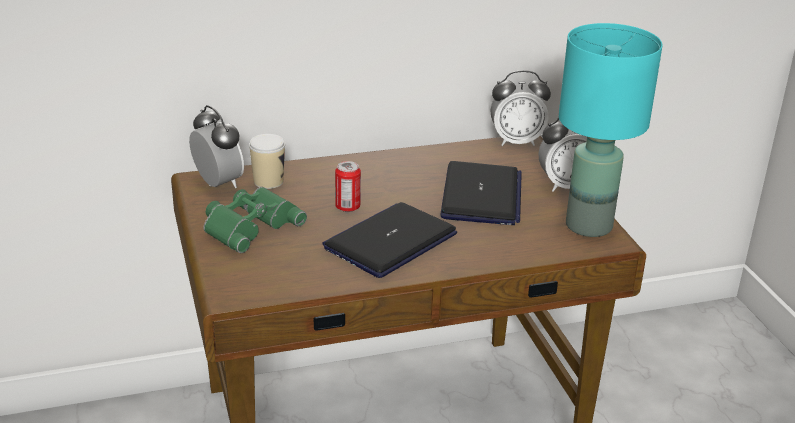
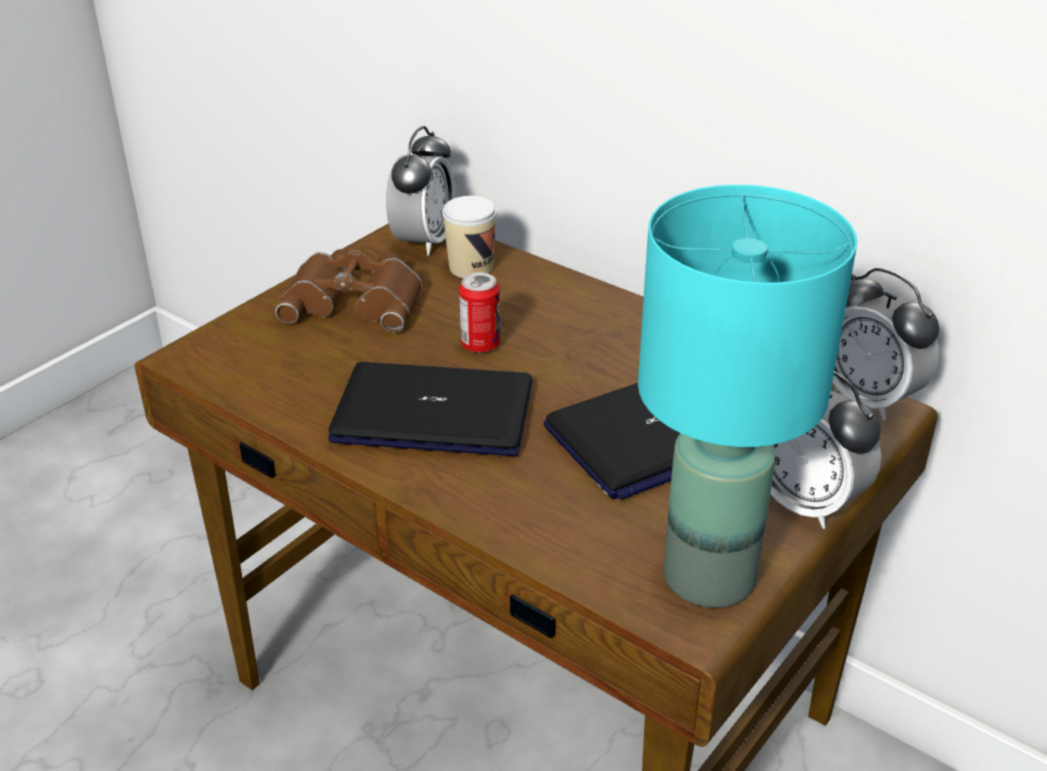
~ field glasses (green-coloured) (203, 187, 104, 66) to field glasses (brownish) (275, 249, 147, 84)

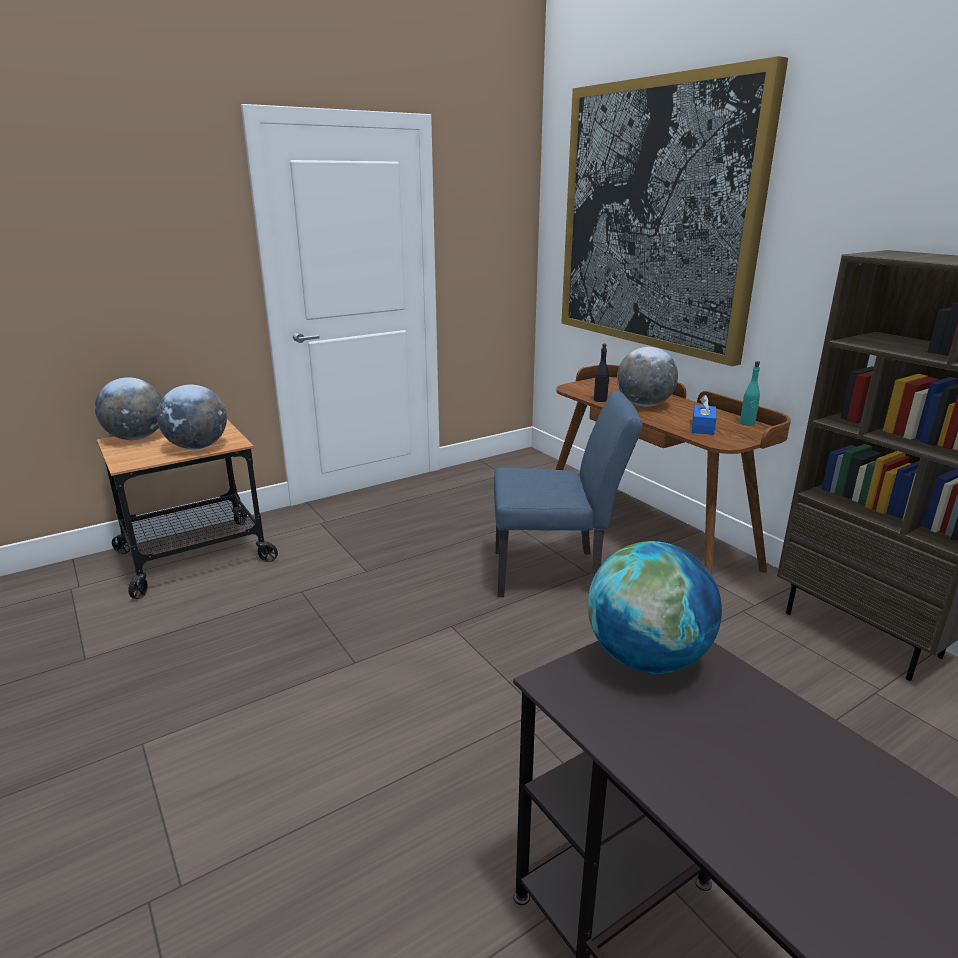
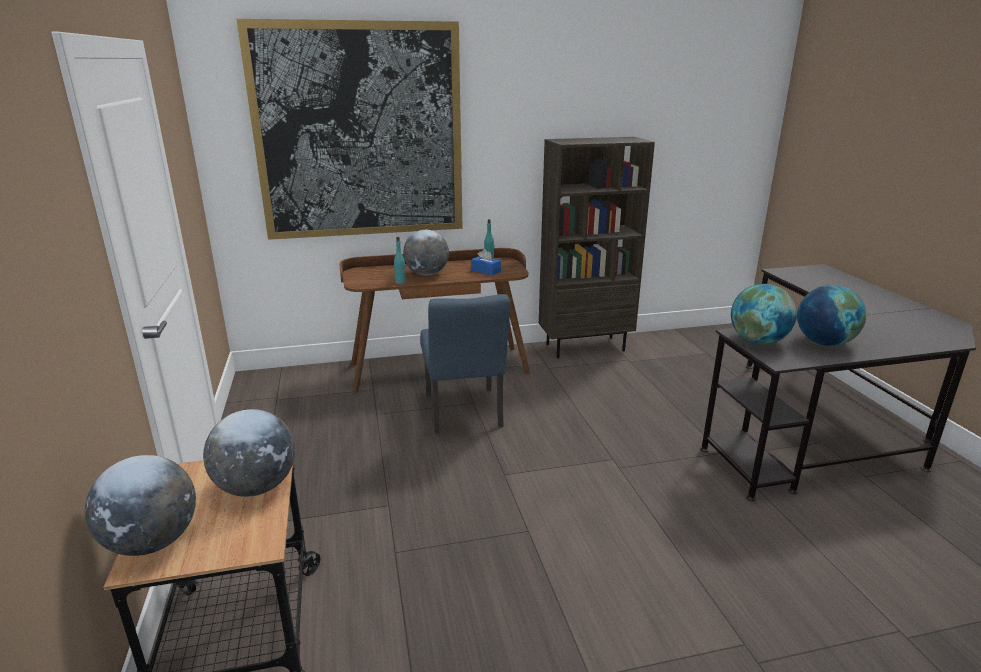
+ world globe (797, 285, 69, 61)
~ bottle (blackish) (594, 343, 15, 59) to bottle (turquoise) (394, 237, 12, 47)
~ chair (bluish) (494, 390, 149, 207) = (420, 294, 90, 140) 150 degrees clockwise

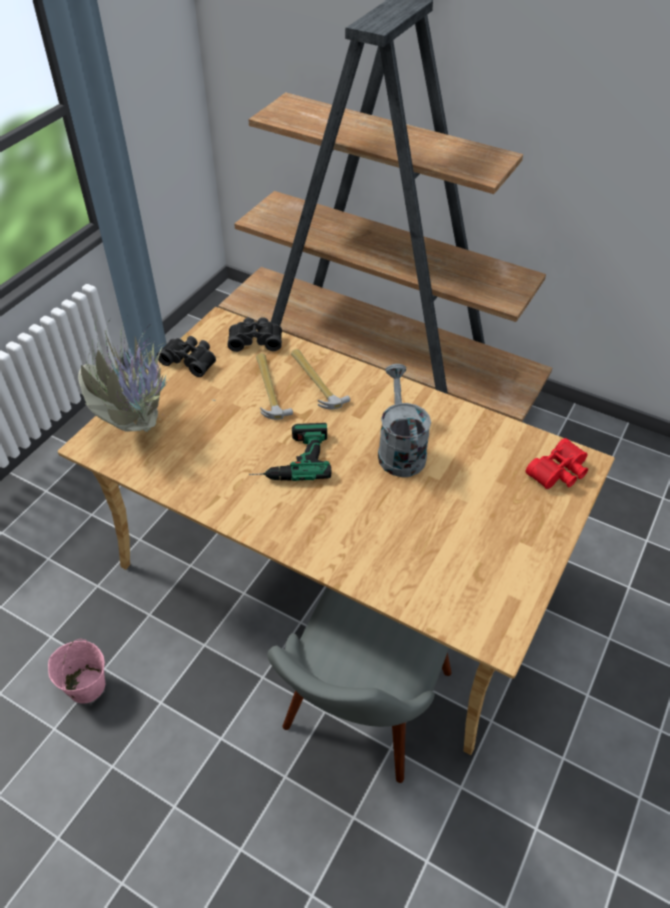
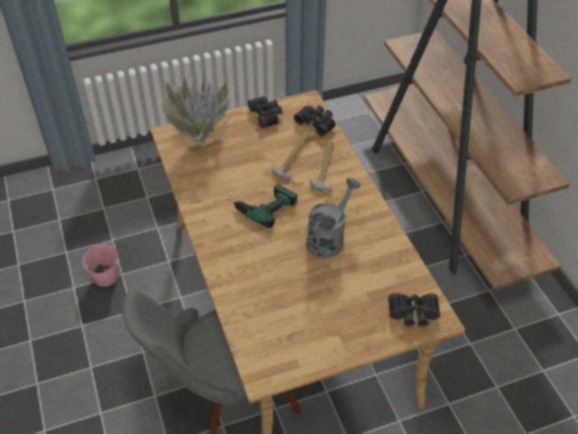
~ field glasses (red) (525, 438, 63, 51) to field glasses (blackish) (388, 293, 53, 34)

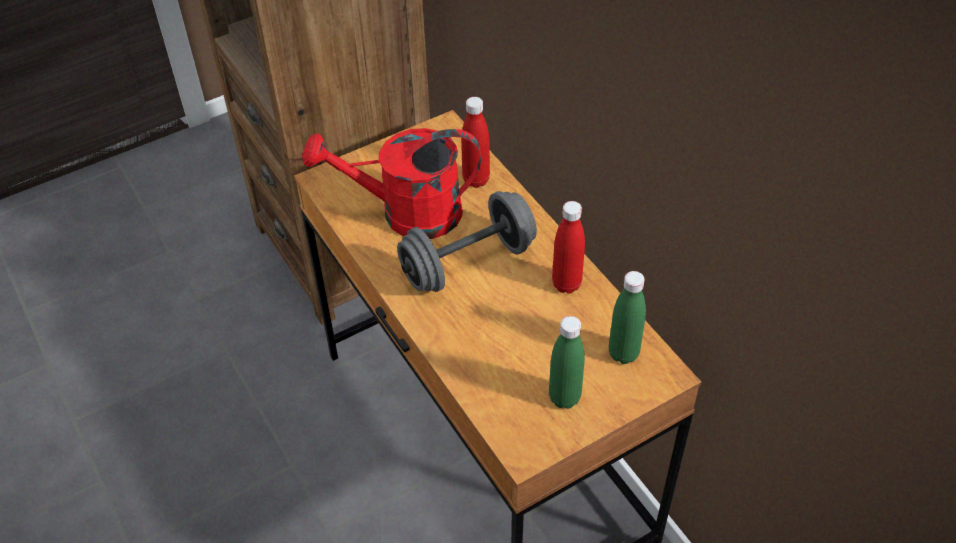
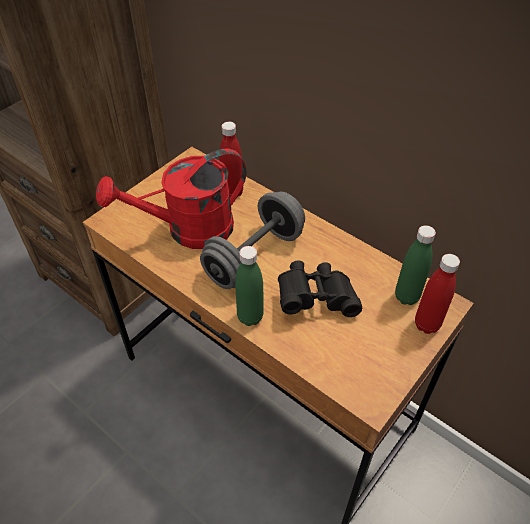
+ field glasses (blackish) (278, 260, 84, 57)
~ bottle (green-coloured) (549, 316, 36, 93) to (235, 246, 29, 80)
~ bottle (red) (552, 201, 33, 93) to (415, 254, 45, 80)

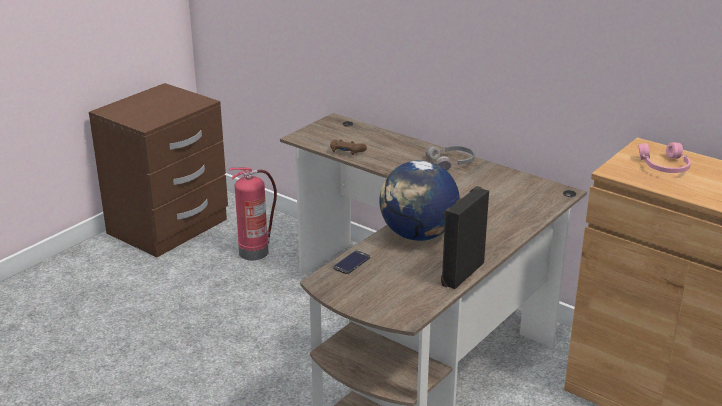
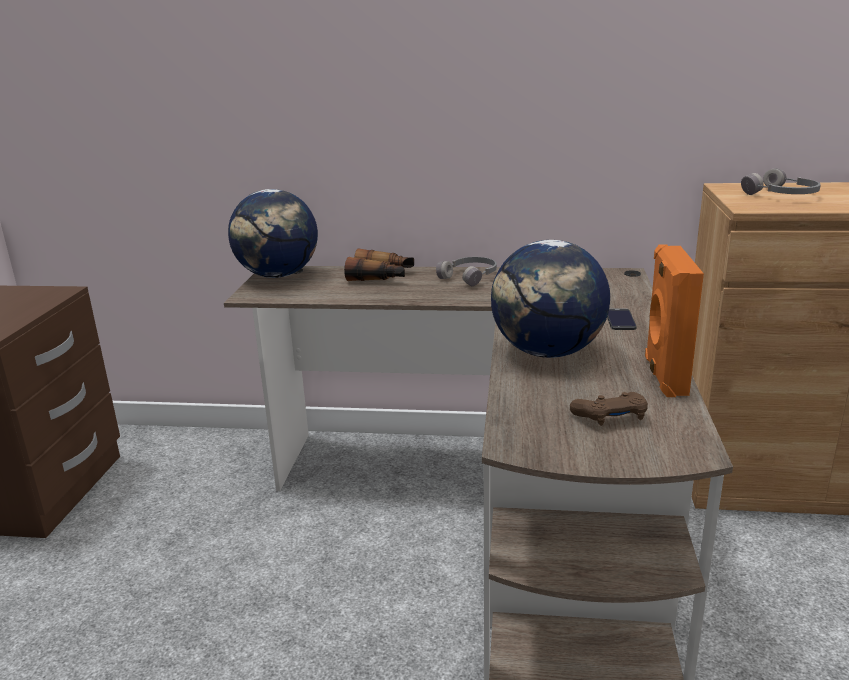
- extinguisher (229, 168, 48, 92)
+ world globe (228, 189, 90, 89)
+ field glasses (344, 248, 70, 33)
~ gamepad (brownish) (330, 139, 37, 16) to (570, 392, 78, 34)
~ handset (333, 250, 38, 24) to (607, 308, 30, 22)
~ loudspeaker (blackish) (441, 186, 48, 103) to loudspeaker (orange) (645, 244, 59, 153)
~ headphones (pinkish) (638, 142, 53, 31) to headphones (greyish) (741, 169, 80, 26)

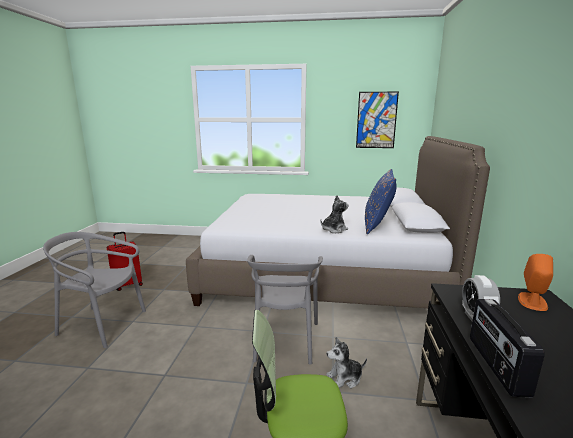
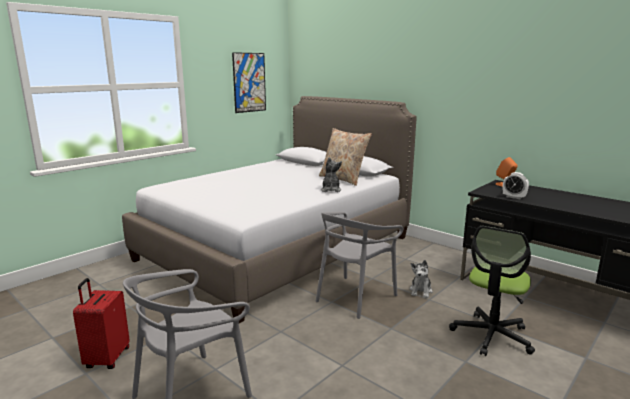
- radio receiver (470, 299, 75, 99)
~ throw pillow (bluish) (365, 169, 31, 65) to throw pillow (beige-coloured) (319, 128, 53, 58)
~ chair (greyish) (247, 255, 76, 110) = (316, 211, 87, 108) 90 degrees clockwise

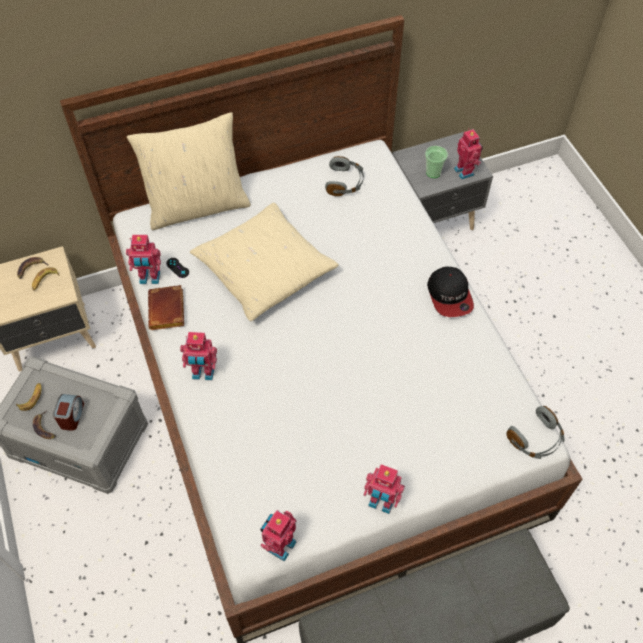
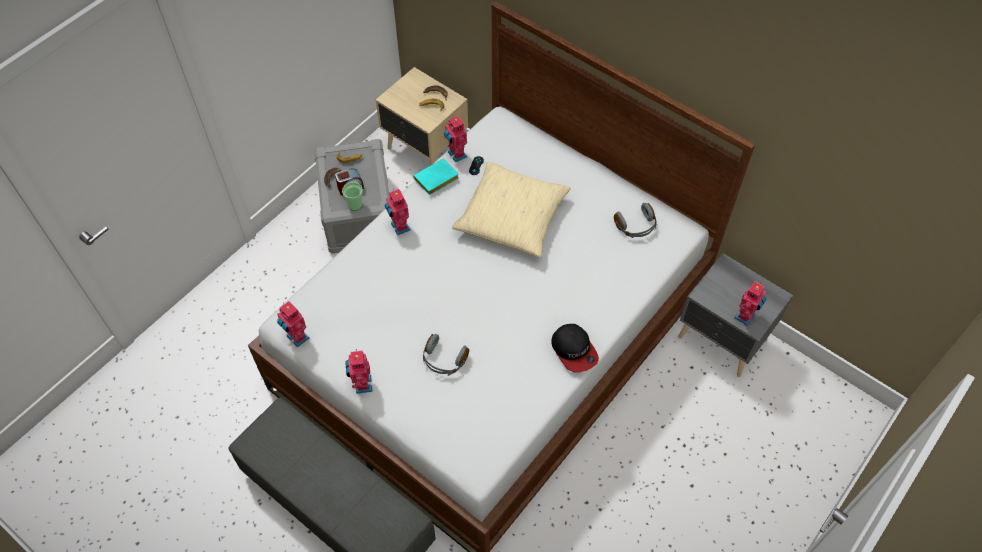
- throw pillow (beige-coloured) (127, 112, 124, 118)
~ drinking cup (425, 146, 23, 32) to (342, 182, 21, 29)
~ headphones (greyish) (506, 406, 59, 53) to (423, 334, 46, 42)
~ volume (brownish) (148, 285, 36, 45) to volume (turquoise) (413, 159, 46, 36)
~ toy robot (260, 510, 37, 52) = (277, 301, 33, 47) 135 degrees counterclockwise
~ peaked cap (427, 267, 47, 50) = (551, 324, 48, 49) 75 degrees counterclockwise

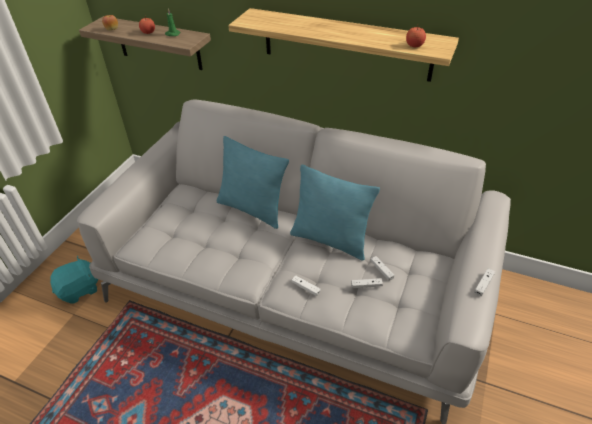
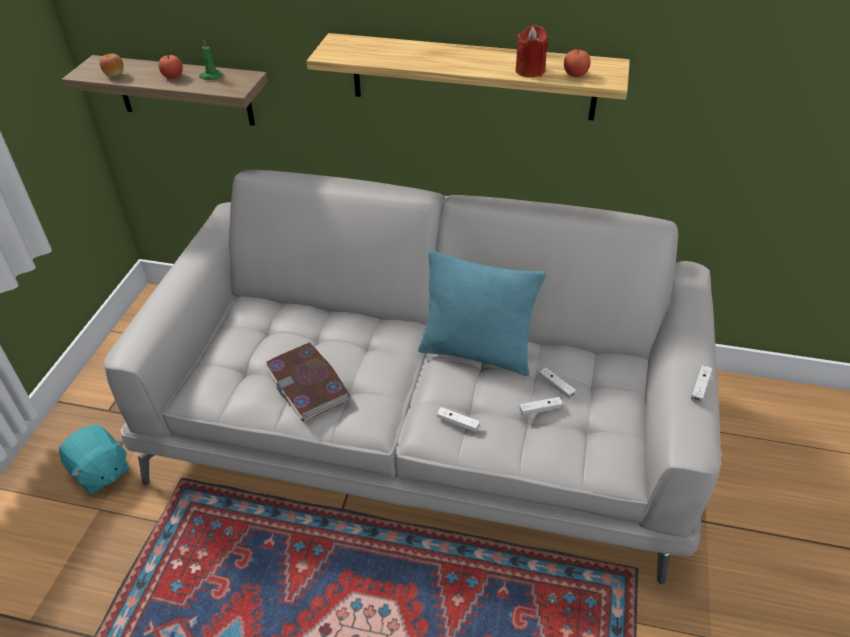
- throw pillow (turquoise) (217, 136, 72, 93)
+ volume (264, 342, 86, 80)
+ candle (red) (515, 25, 34, 52)
~ plush toy (turquoise) (50, 256, 48, 47) = (59, 424, 71, 71) 90 degrees clockwise

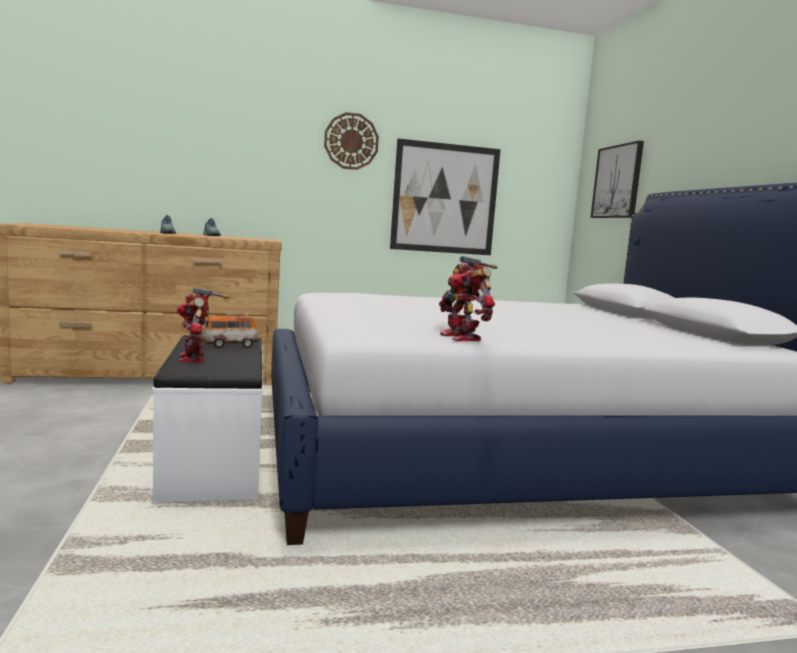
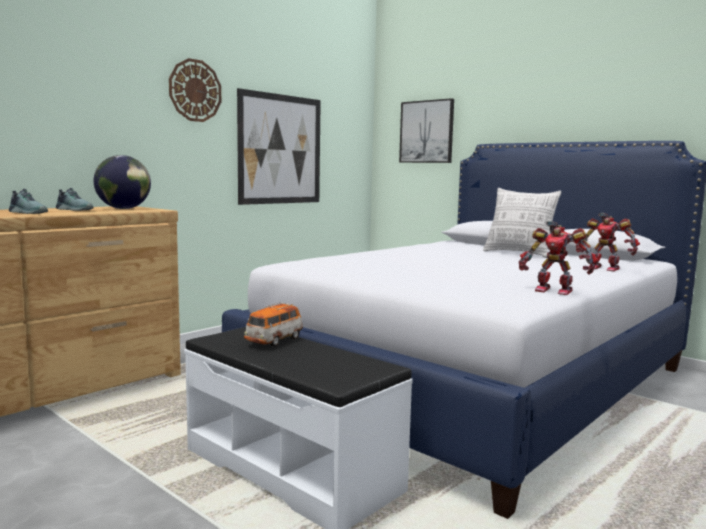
+ world globe (94, 155, 57, 54)
+ throw pillow (483, 188, 78, 70)
~ toy robot (177, 287, 53, 75) to (576, 213, 64, 58)

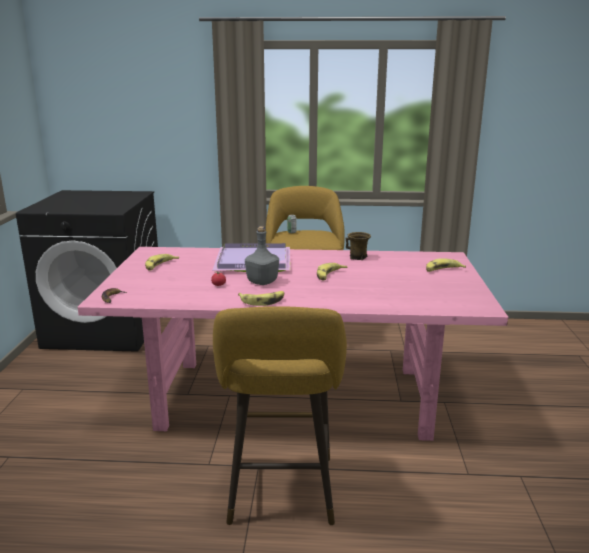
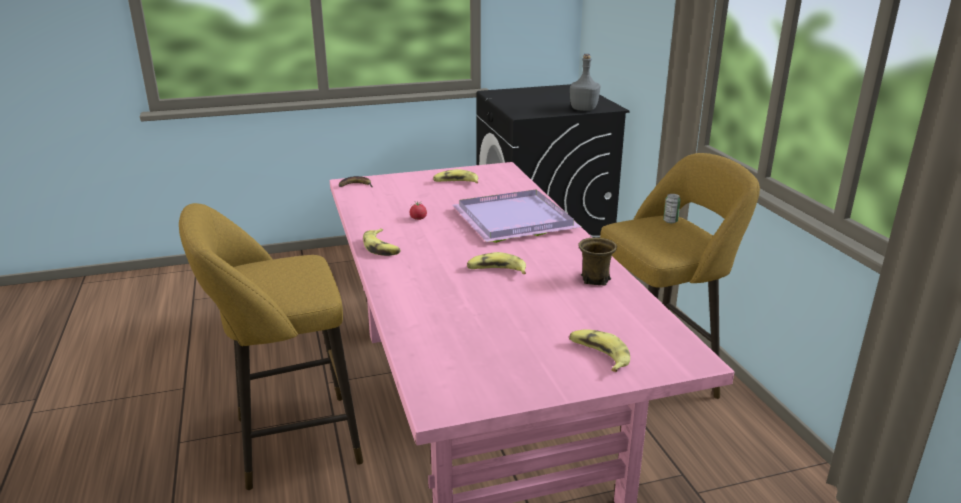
~ bottle (greyish) (245, 226, 34, 59) to (570, 54, 30, 57)

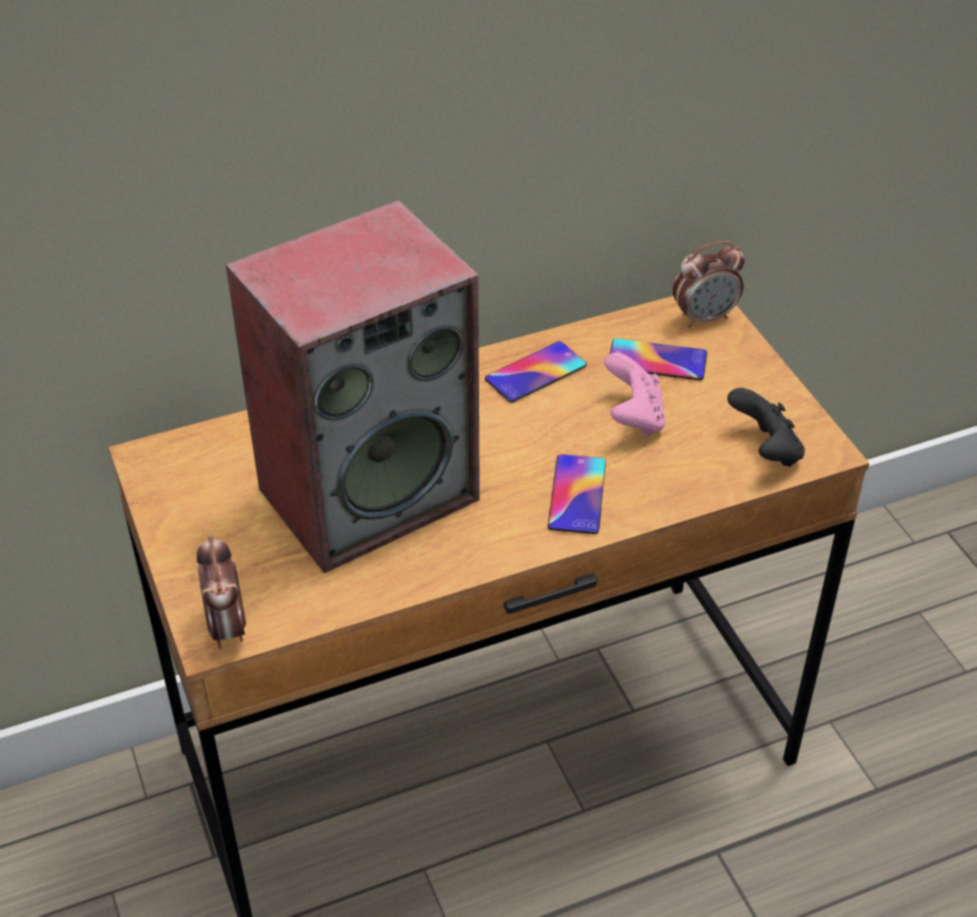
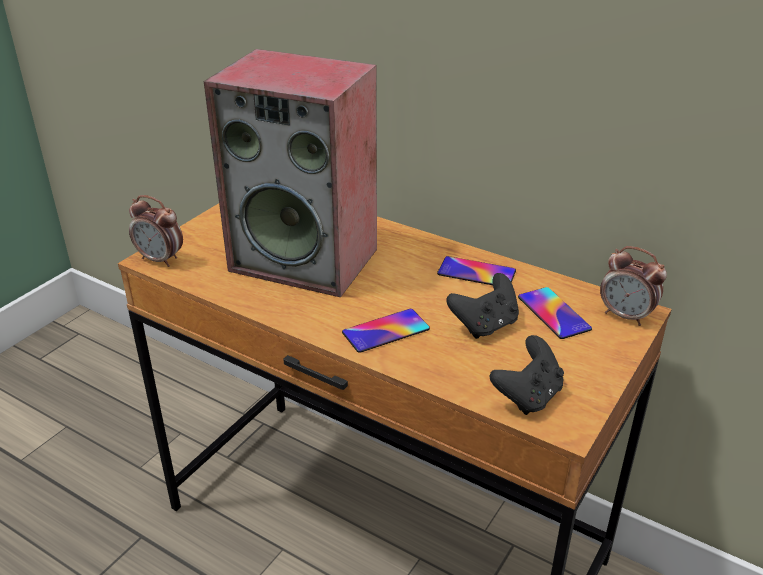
~ gamepad (pinkish) (604, 353, 62, 83) to gamepad (blackish) (446, 273, 73, 66)
~ bedside clock (196, 535, 50, 114) = (129, 195, 54, 72) 105 degrees counterclockwise

